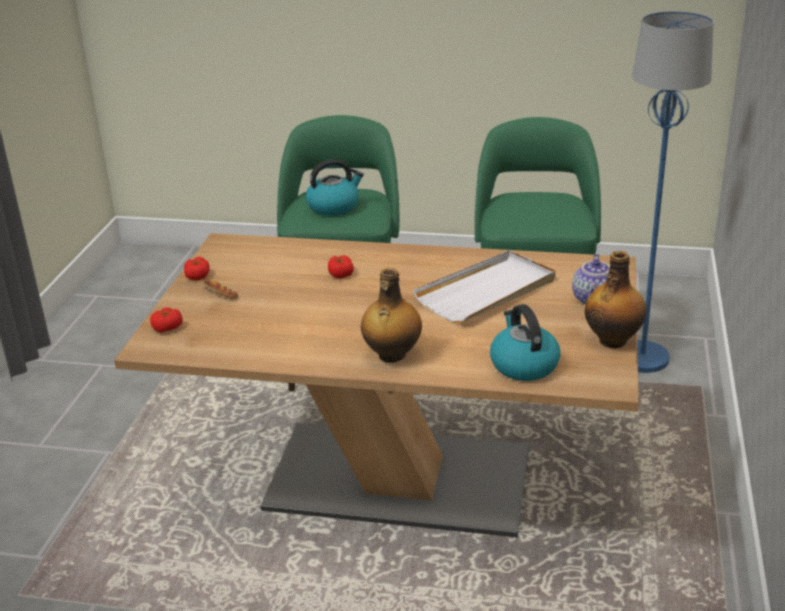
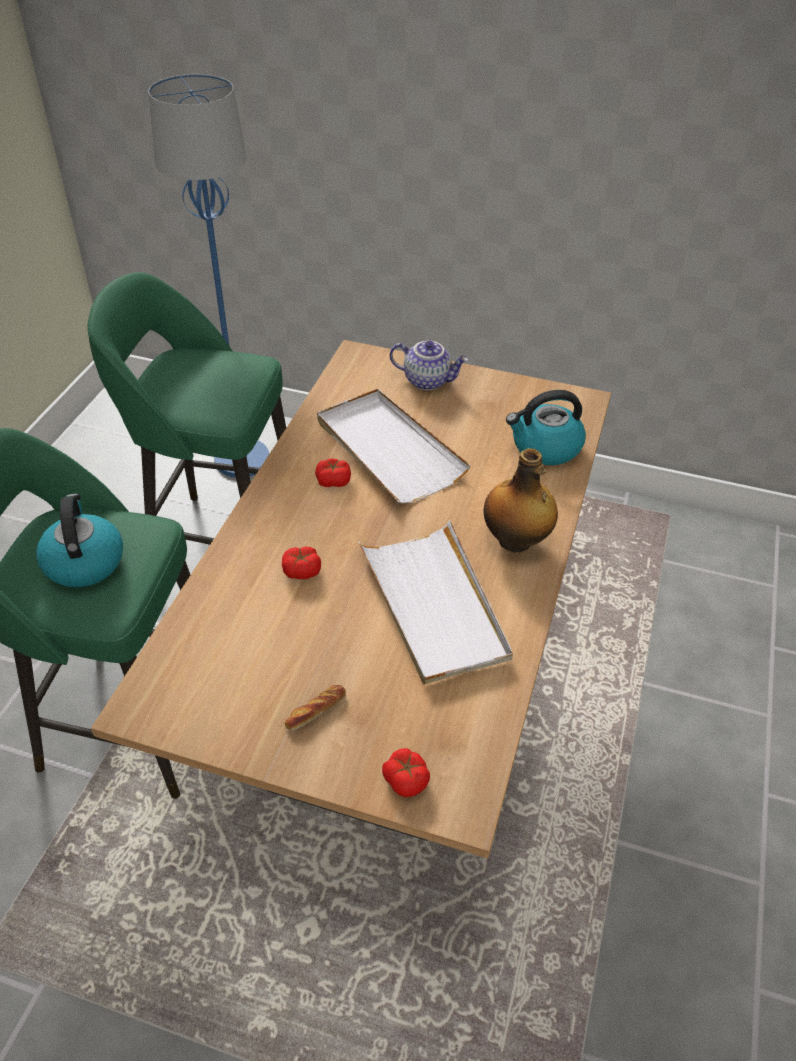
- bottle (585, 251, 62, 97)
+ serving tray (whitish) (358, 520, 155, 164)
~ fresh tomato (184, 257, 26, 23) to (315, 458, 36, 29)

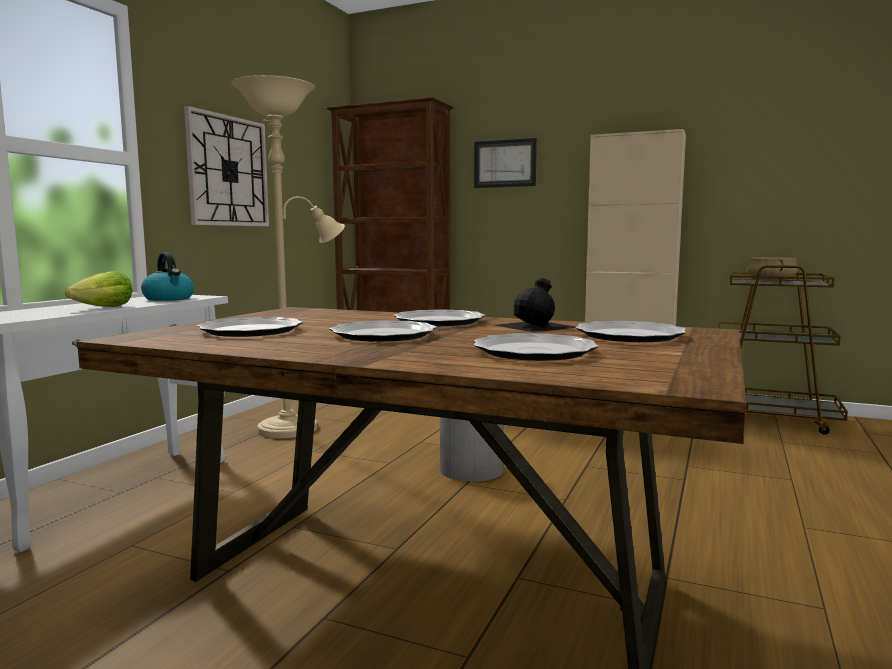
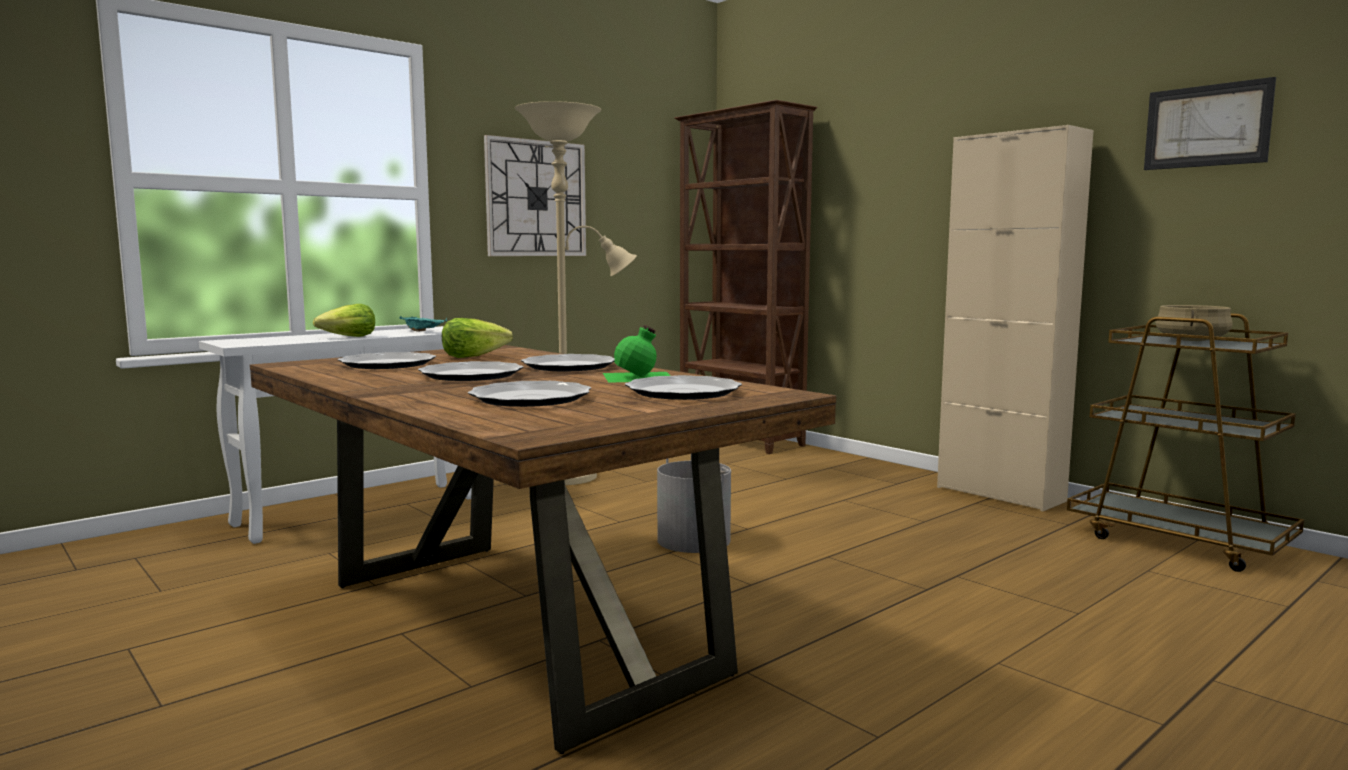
+ lettuce head (442, 318, 71, 40)
~ picture (474, 138, 63, 50) to (1144, 77, 132, 93)
~ water kettle (141, 252, 53, 49) to serving tray (turquoise) (399, 316, 48, 15)
~ bottle (blackish) (494, 278, 83, 54) to bottle (green-coloured) (603, 325, 68, 58)

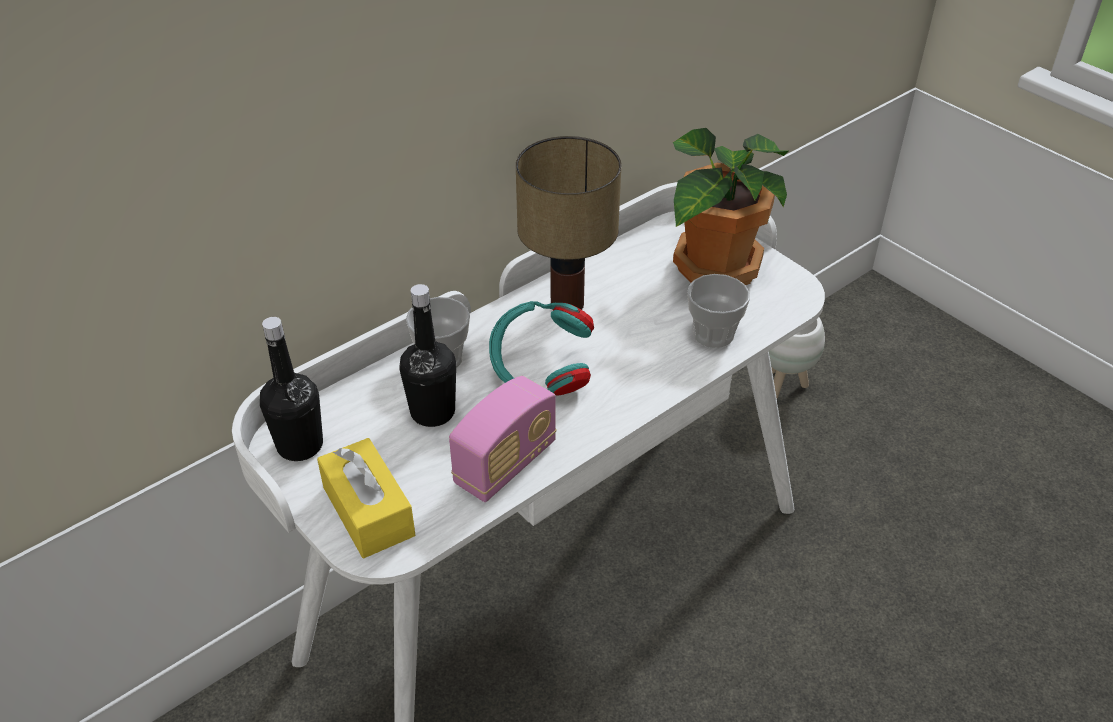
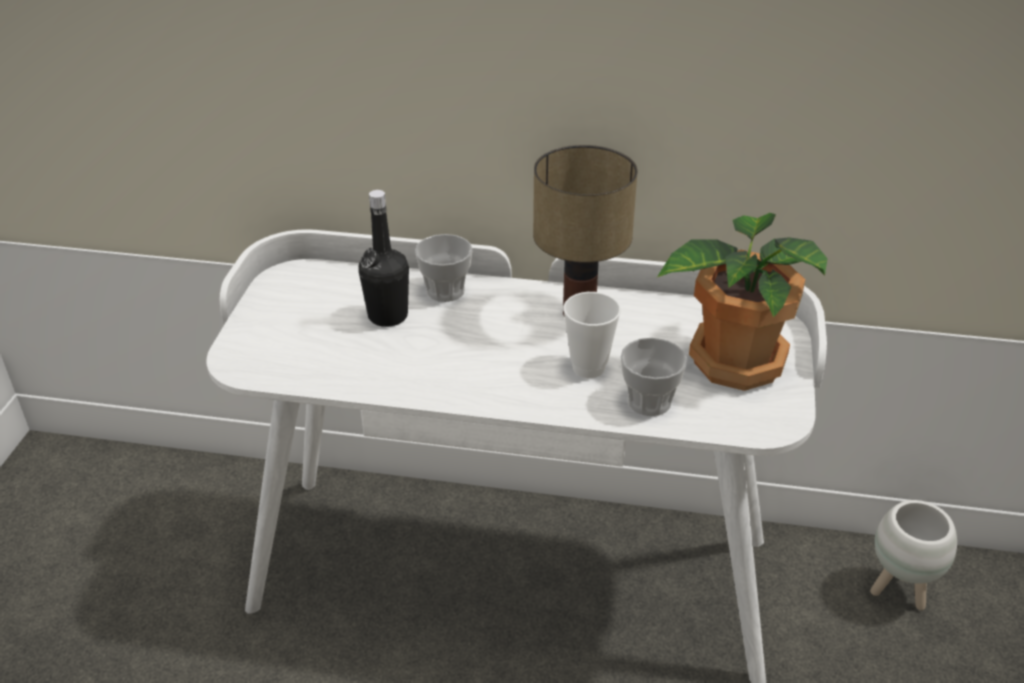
- bottle (blackish) (260, 317, 63, 144)
- tissue box (yellowish) (317, 438, 98, 120)
- radio receiver (449, 376, 108, 126)
- headphones (turquoise) (489, 301, 105, 95)
+ drinking cup (563, 292, 58, 86)

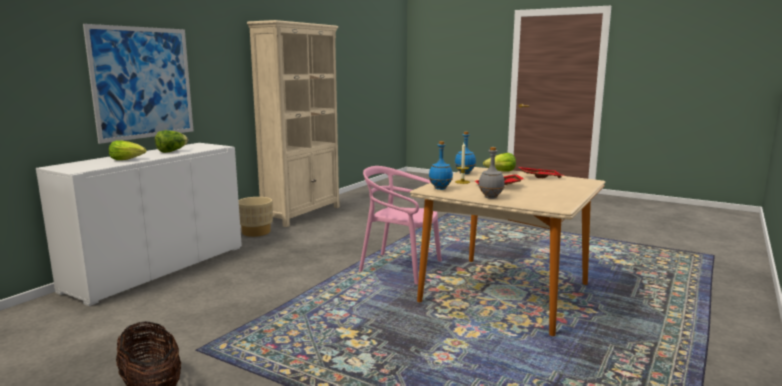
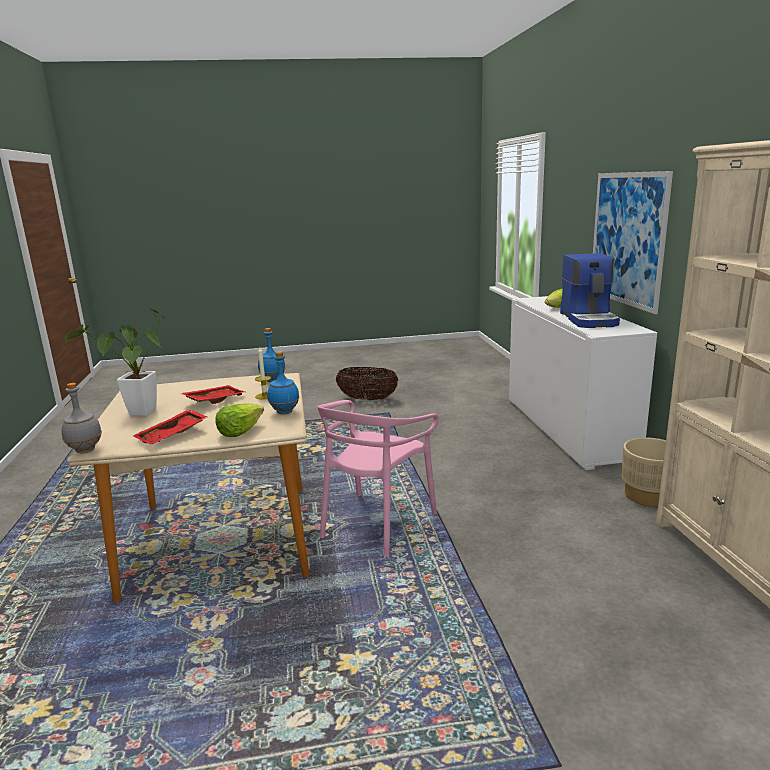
+ potted plant (65, 309, 99, 107)
~ bottle (greyish) (478, 147, 27, 52) to (61, 383, 41, 70)
~ lettuce head (155, 130, 33, 23) to coffee machine (560, 253, 60, 75)
~ chair (pinkish) (359, 166, 83, 118) = (318, 400, 121, 157) 135 degrees clockwise

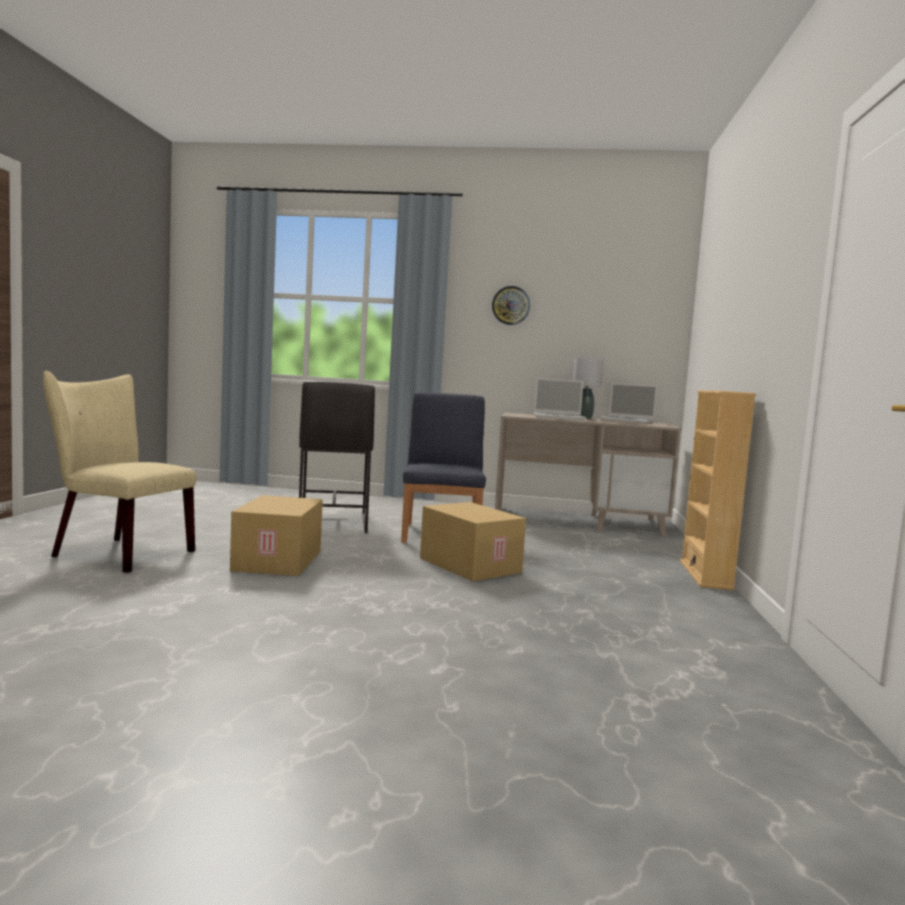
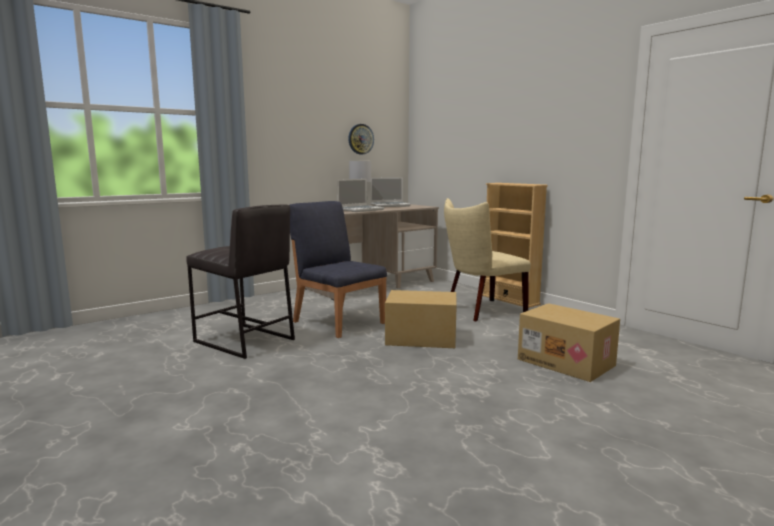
~ chair (beige-coloured) (43, 371, 154, 202) to (444, 198, 87, 124)
~ carton (230, 495, 93, 81) to (518, 303, 102, 79)
~ hanging clock (492, 286, 38, 39) to (348, 124, 26, 30)

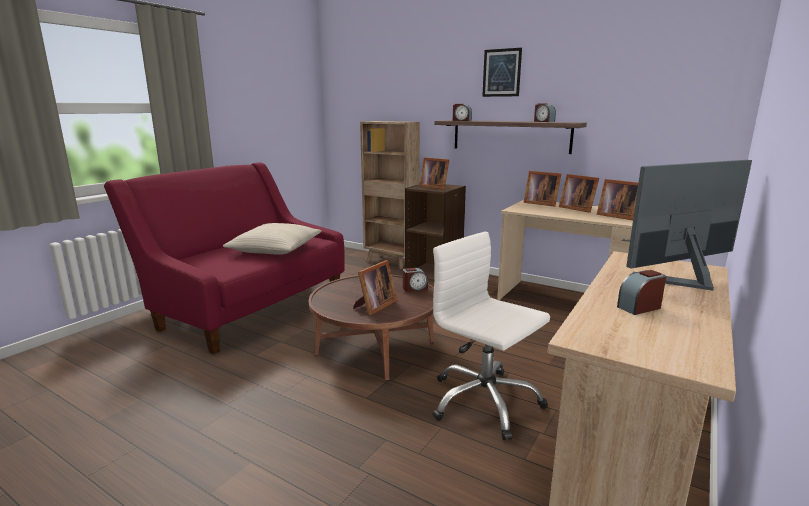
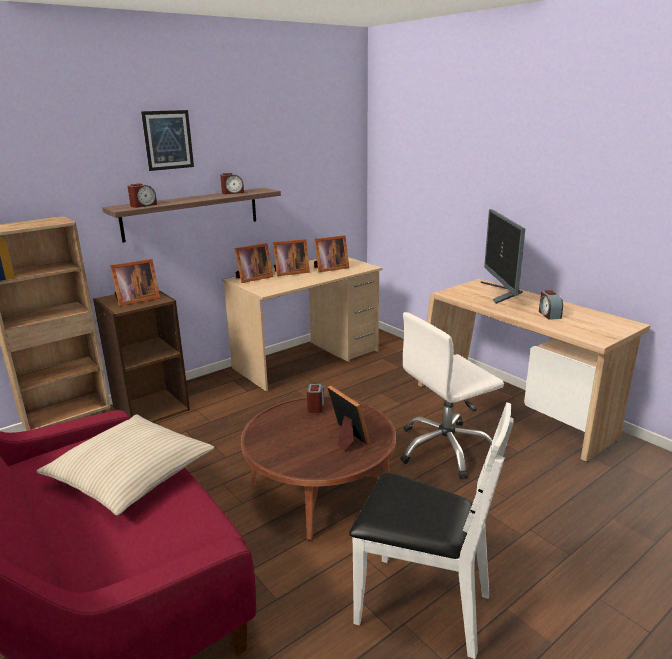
+ chair (whitish) (349, 402, 164, 257)

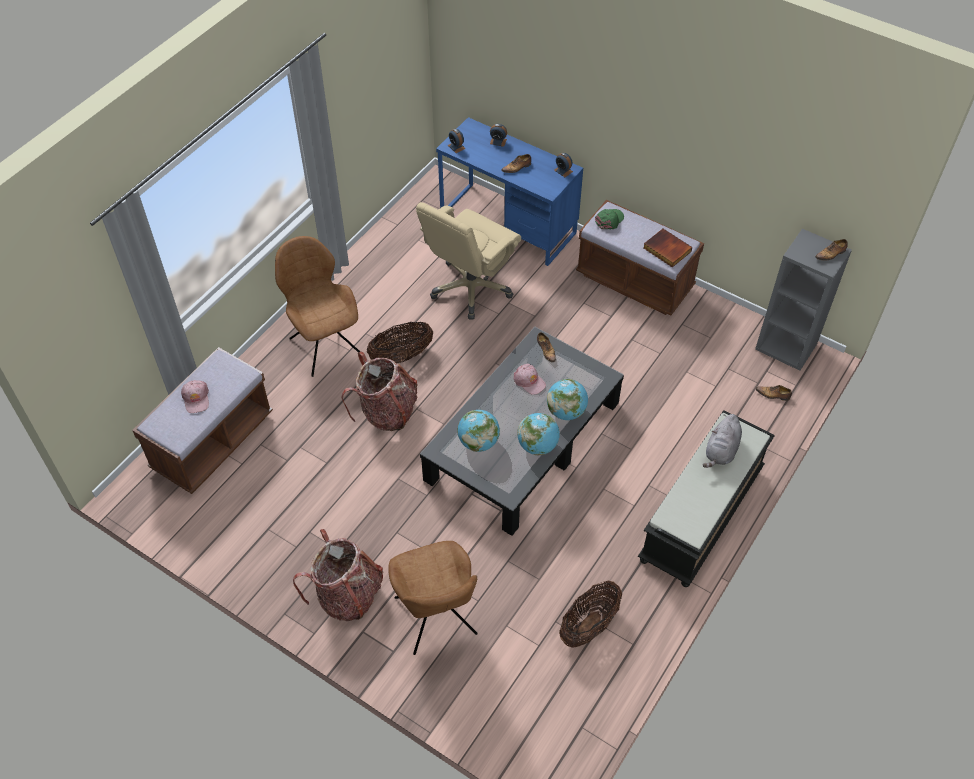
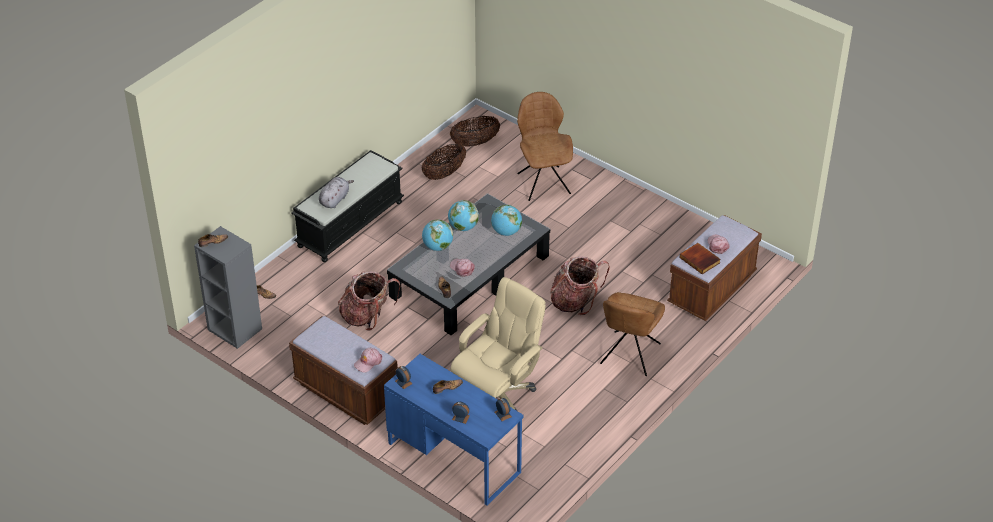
~ backpack (293, 529, 90, 92) to (338, 271, 62, 60)
~ storage basket (367, 322, 66, 42) to (450, 116, 50, 31)
~ volume (643, 229, 49, 38) to (679, 243, 42, 31)
~ peaked cap (green-coloured) (595, 209, 29, 20) to peaked cap (pinkish) (354, 348, 28, 24)
~ chair (brownish) (275, 236, 85, 141) = (600, 292, 65, 84) 45 degrees clockwise

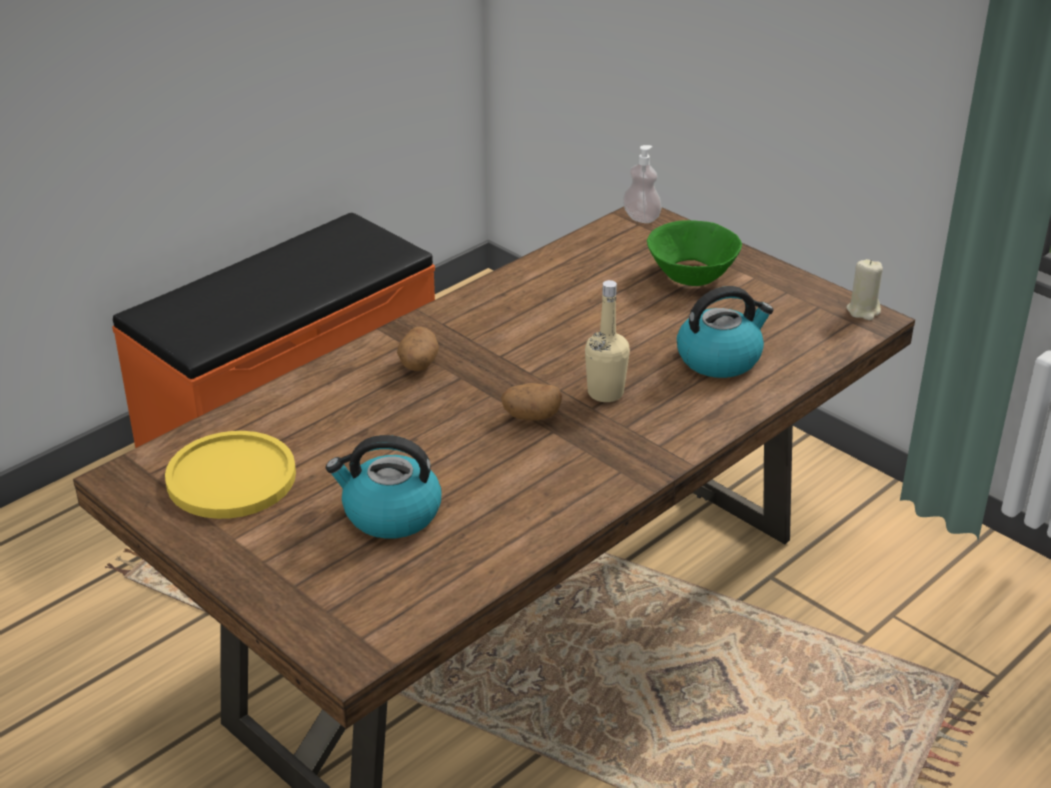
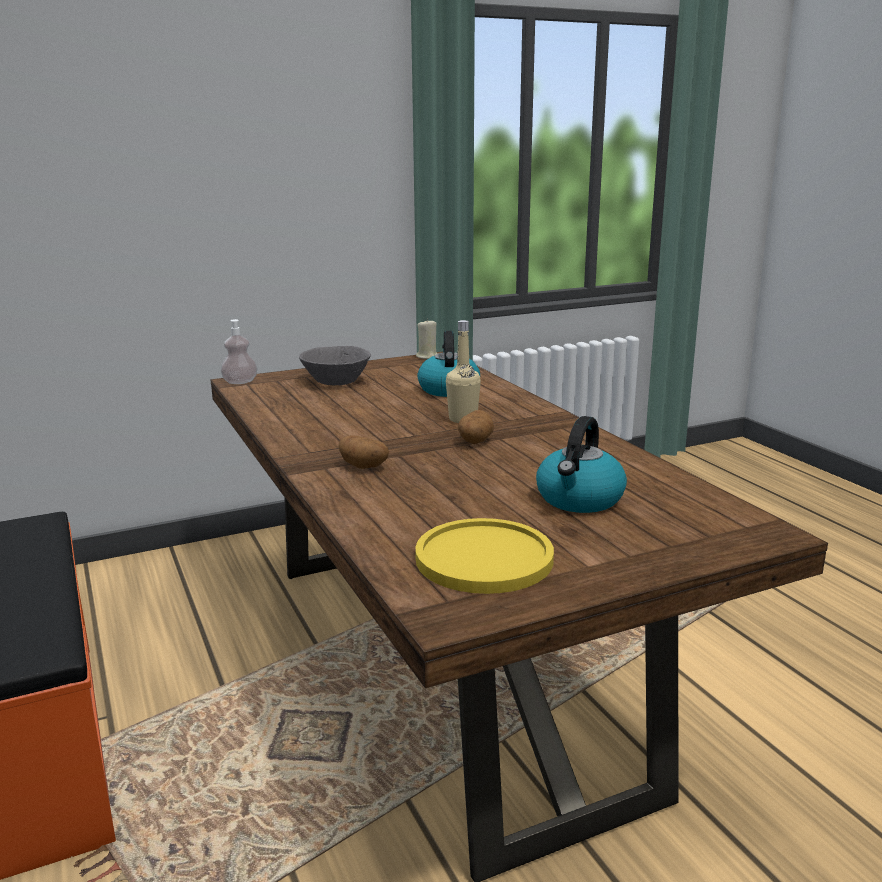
~ deep dish (green-coloured) (647, 220, 95, 66) to deep dish (greyish) (299, 346, 72, 40)

